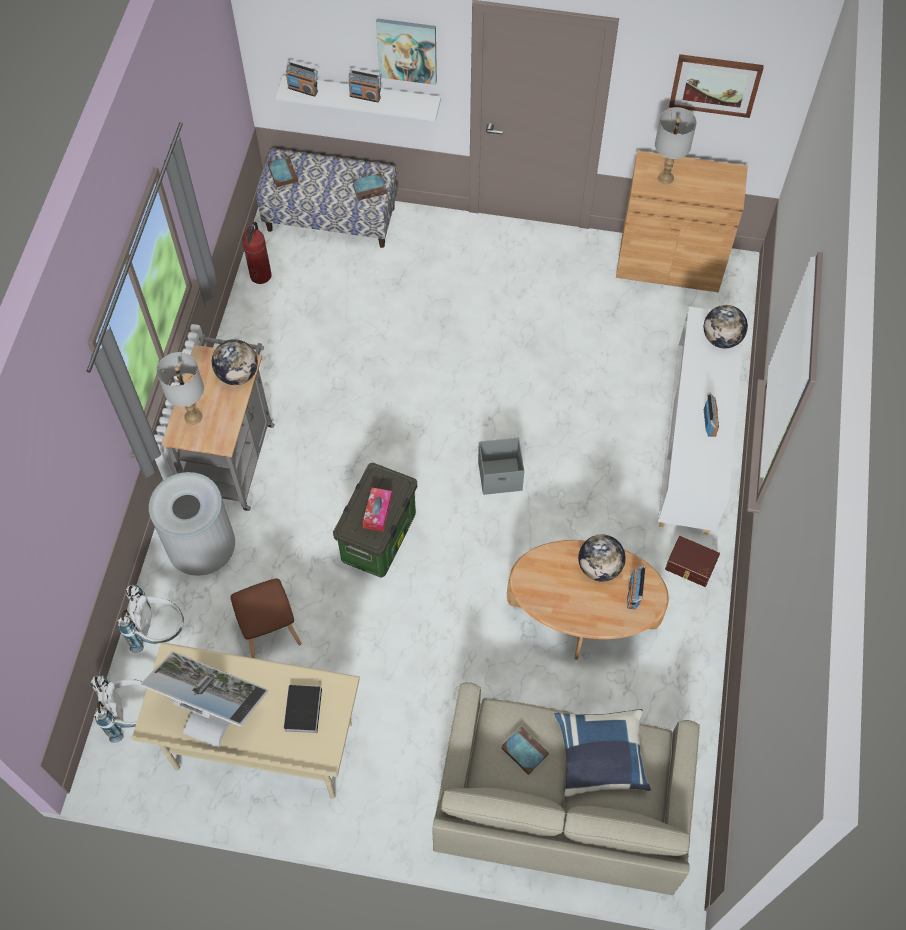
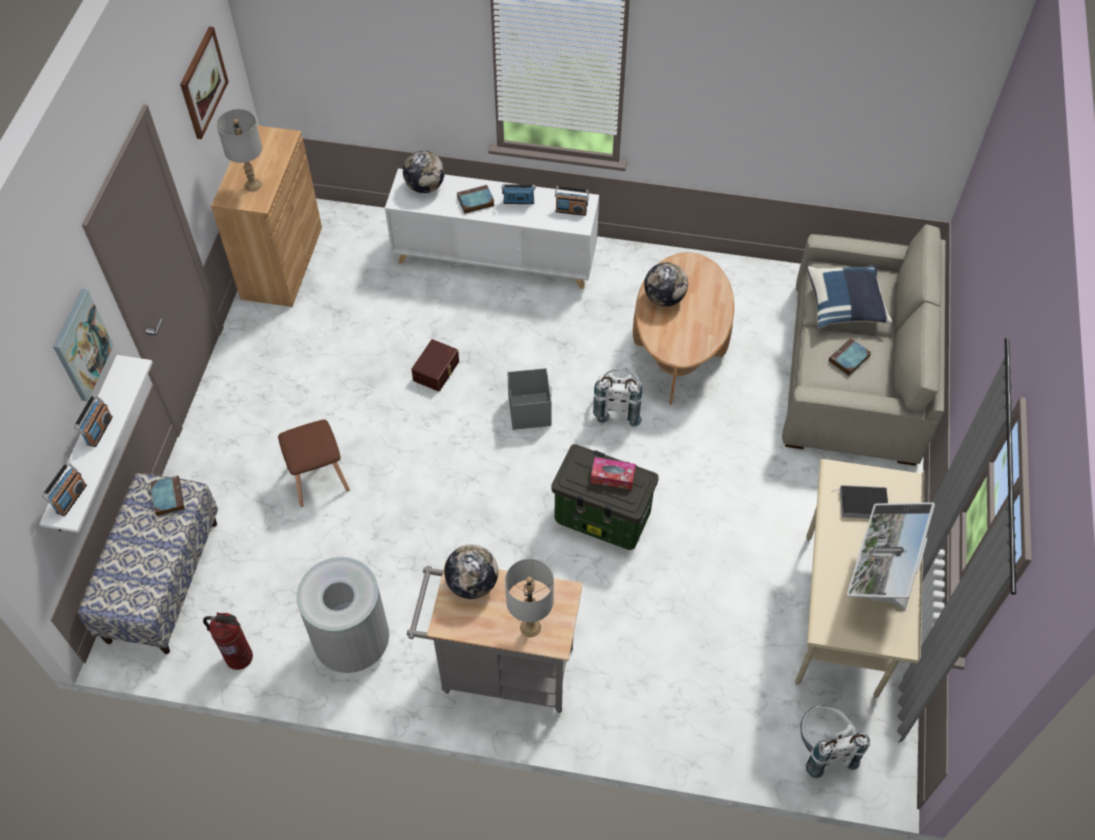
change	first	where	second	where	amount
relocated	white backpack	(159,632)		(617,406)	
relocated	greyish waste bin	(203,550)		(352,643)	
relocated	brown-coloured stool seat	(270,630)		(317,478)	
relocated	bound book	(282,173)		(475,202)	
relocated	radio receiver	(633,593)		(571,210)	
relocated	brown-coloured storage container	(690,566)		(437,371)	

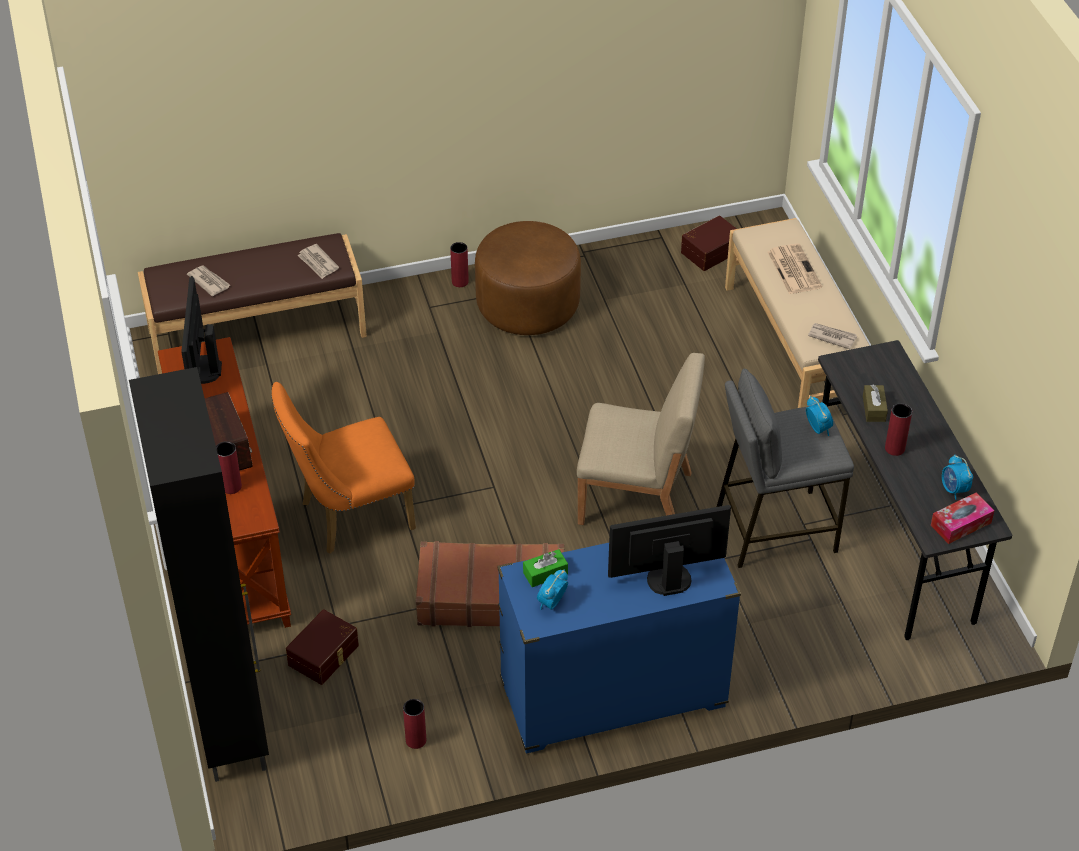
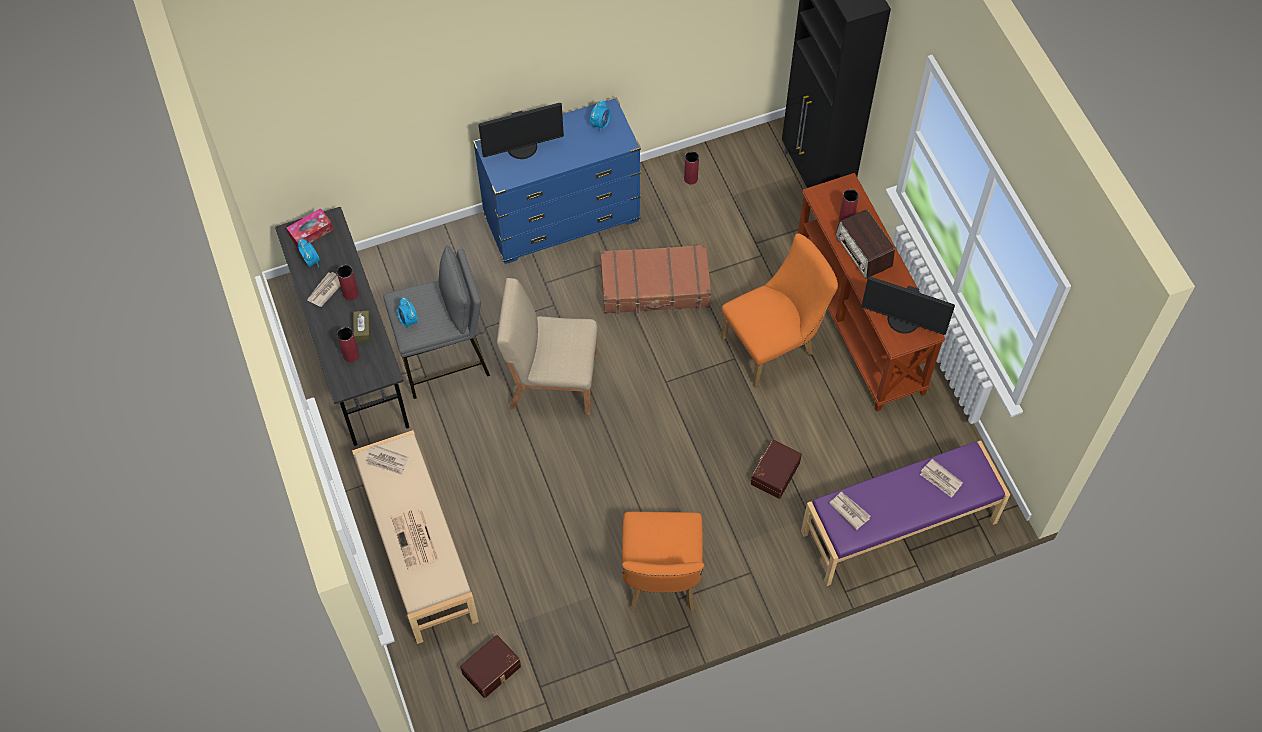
change	first	where	second	where	amount
missing	green-coloured tissue holder	(545,573)			
appeared			daily paper	(325,290)	
relocated	brown-coloured storage container	(325,655)		(774,473)	
relocated	red-coloured vase	(460,282)		(351,355)	
exchanged	brown-coloured ottoman	(528,305)	orange upright chair	(661,582)	
colour	brown-coloured bench	(257,332)	purple-coloured bench	(899,528)	
spun	monitor	(201,370)		(903,321)	120 degrees clockwise

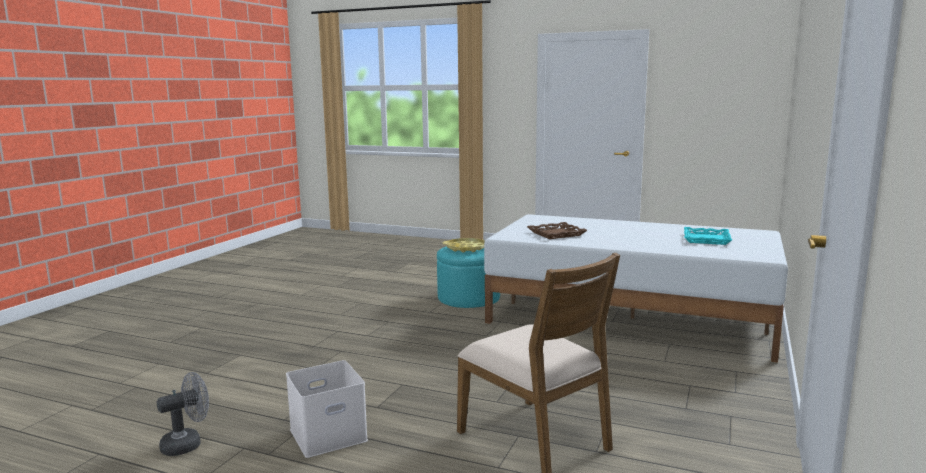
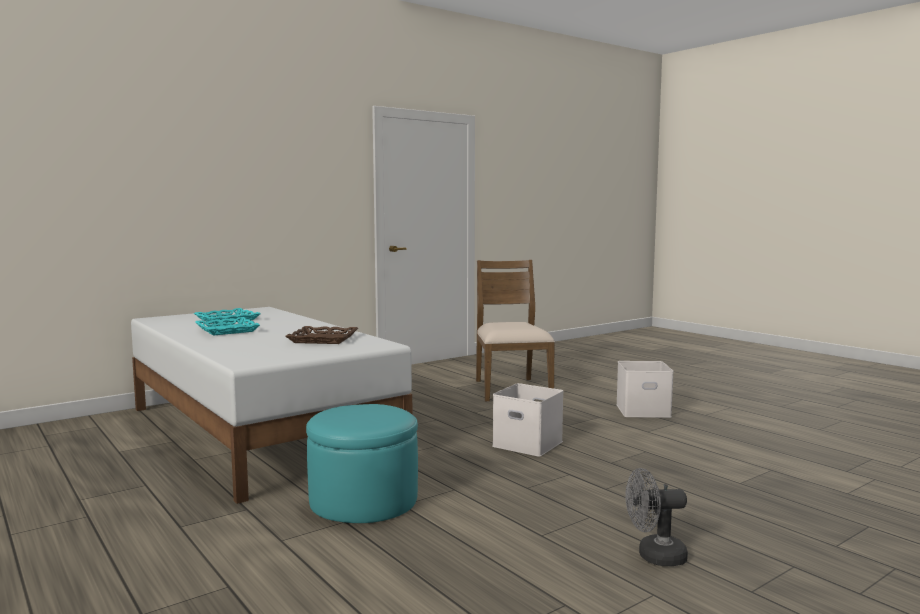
change	first	where	second	where	amount
missing	yellowish tray	(466,248)			
appeared			turquoise-coloured tray	(226,330)	
appeared			white storage container	(529,444)	
relocated	greyish cooling fan	(188,444)		(654,556)	

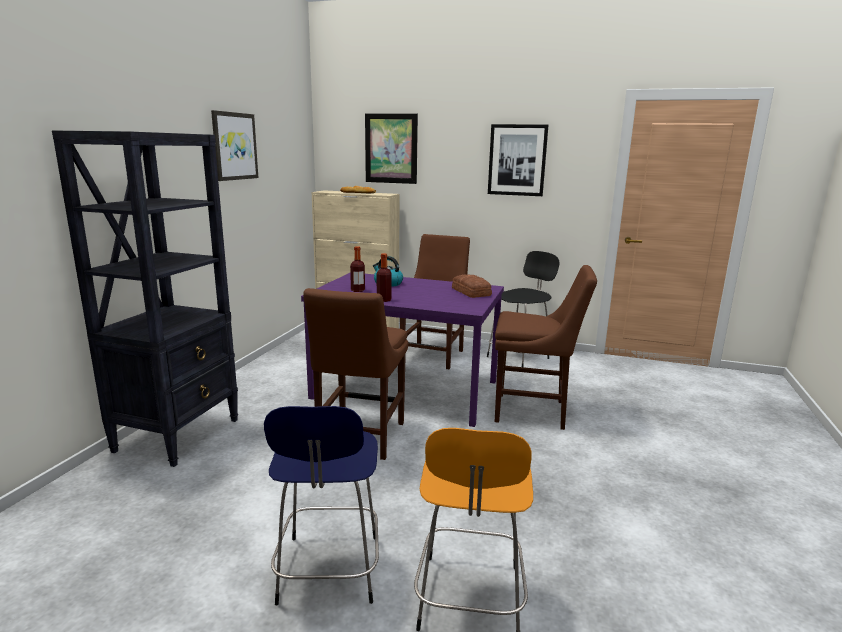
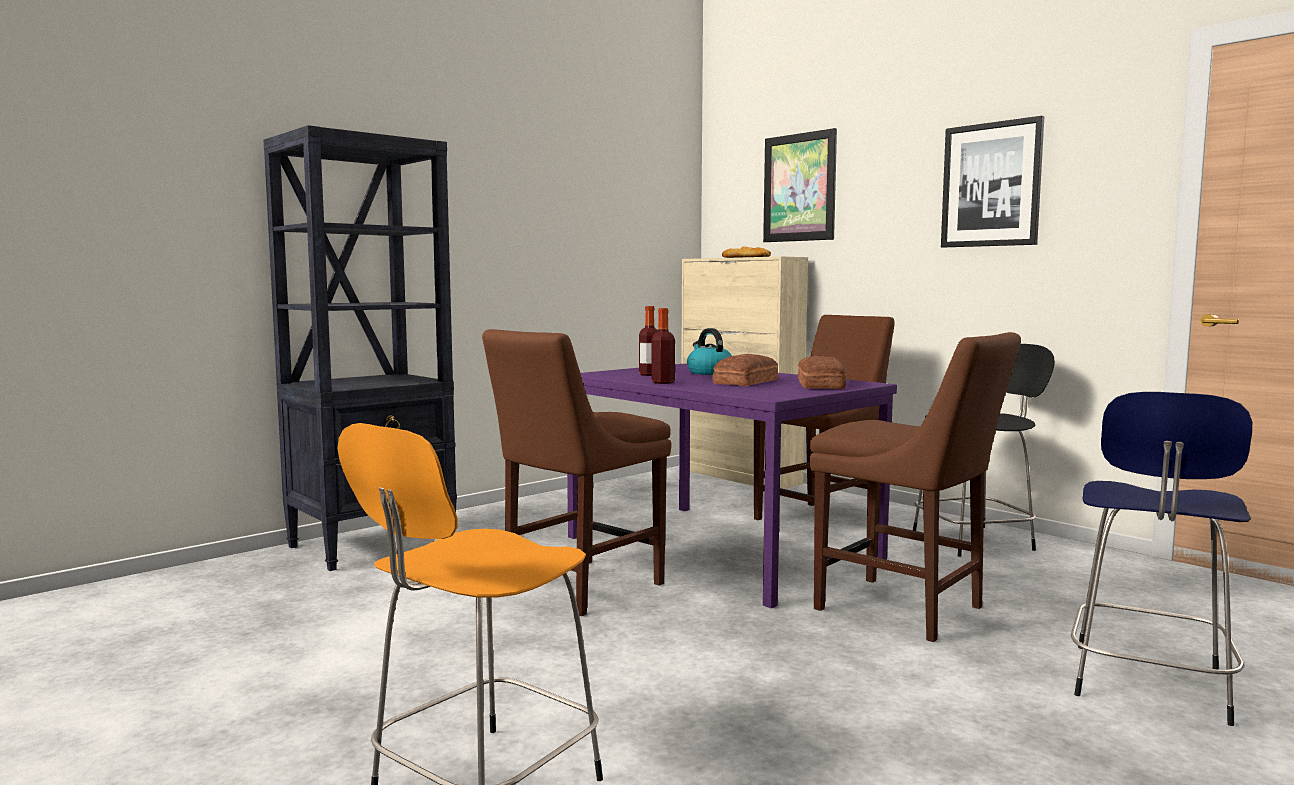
change	first	where	second	where	amount
missing	wall art	(234,146)			
appeared			bread	(747,382)	
relocated	blue stool seat	(329,572)		(1148,685)	

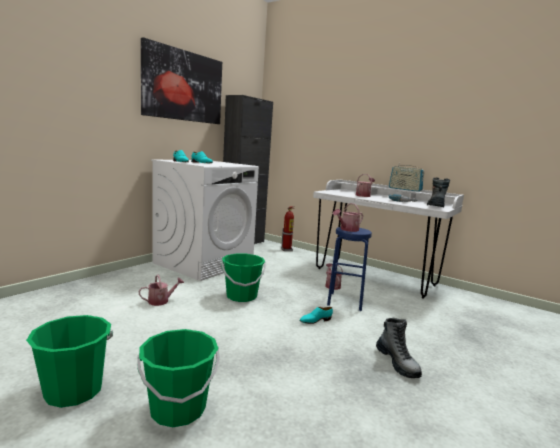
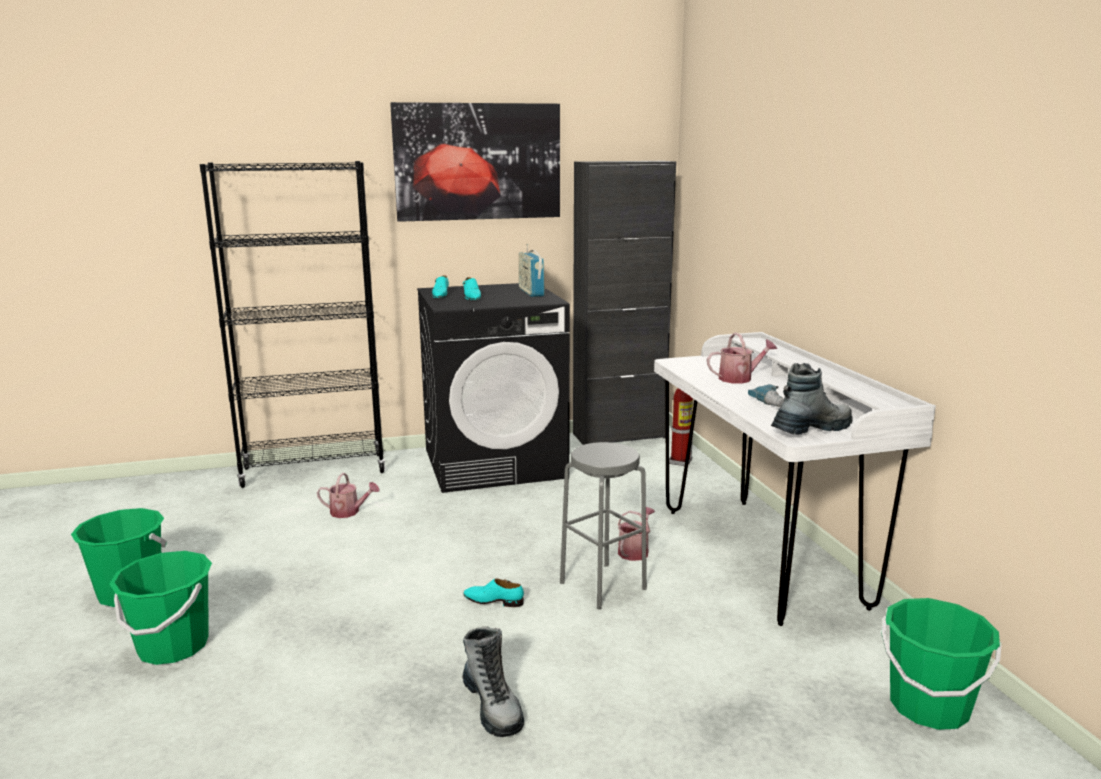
change	first	where	second	where	amount
missing	sprinkling can	(347,229)			
appeared			black shelving unit	(314,470)	
relocated	green-coloured bucket	(241,296)		(928,707)	
relocated	radio receiver	(405,189)		(531,292)	
colour	white washing machine	(204,263)	black washing machine	(495,463)	
colour	blue stool seat	(345,301)	greyish stool seat	(602,585)	
spun	boot	(397,363)		(492,706)	45 degrees counterclockwise

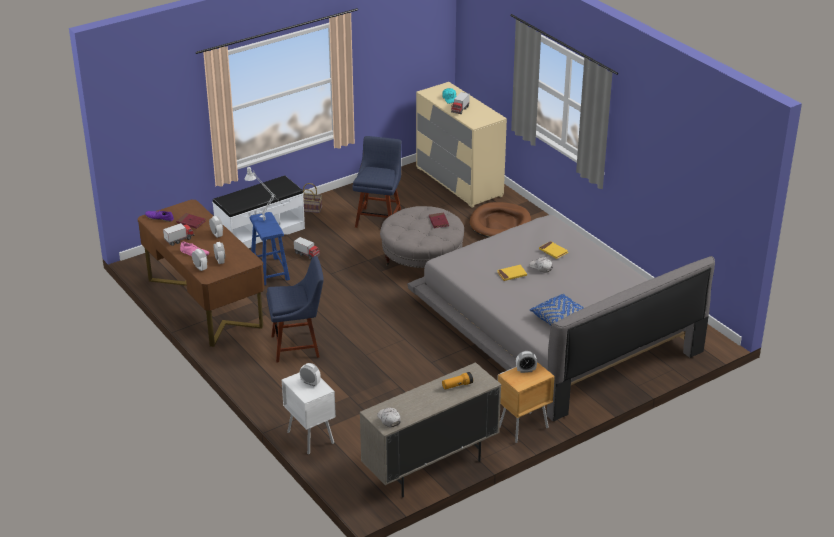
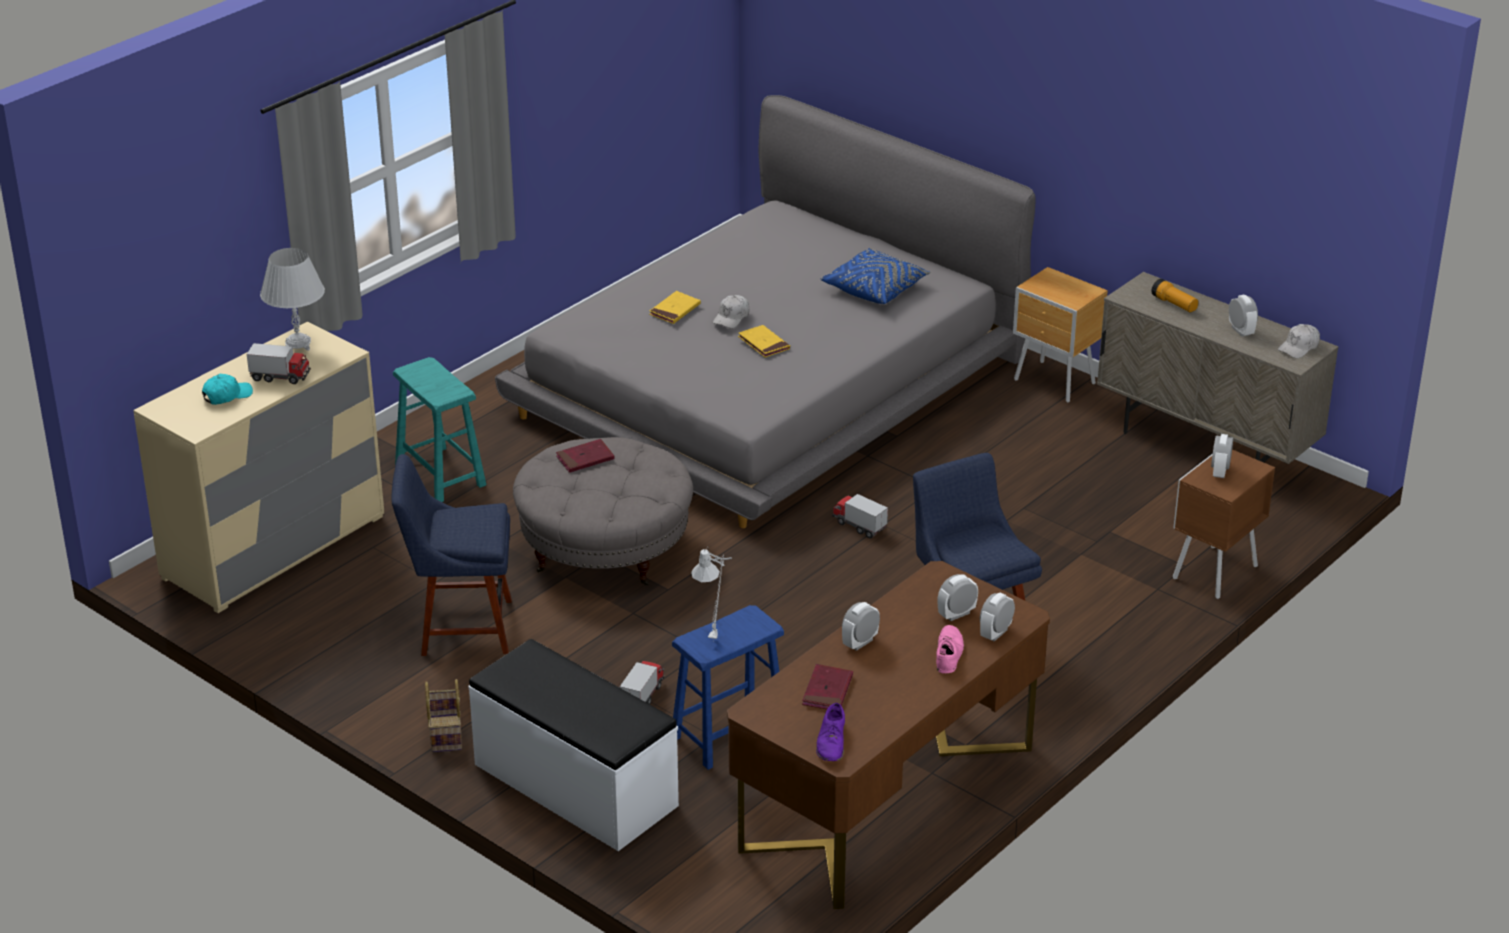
change	first	where	second	where	amount
appeared			white tabletop lamp	(298,345)	
relocated	model truck	(179,240)		(859,526)	
relocated	bedside clock	(525,370)		(1240,331)	
exchanged	brown-coloured dog cushion	(500,224)	turquoise-coloured stool seat	(440,475)	
colour	white night table	(310,437)	brown-coloured night table	(1212,573)	

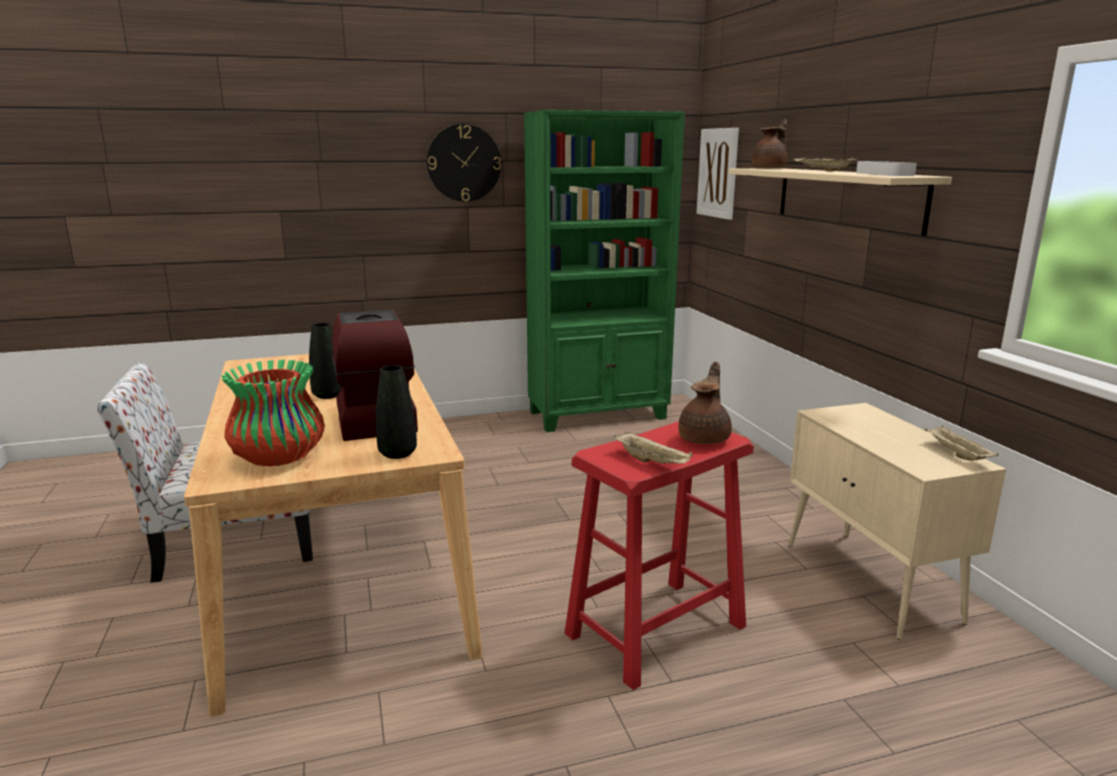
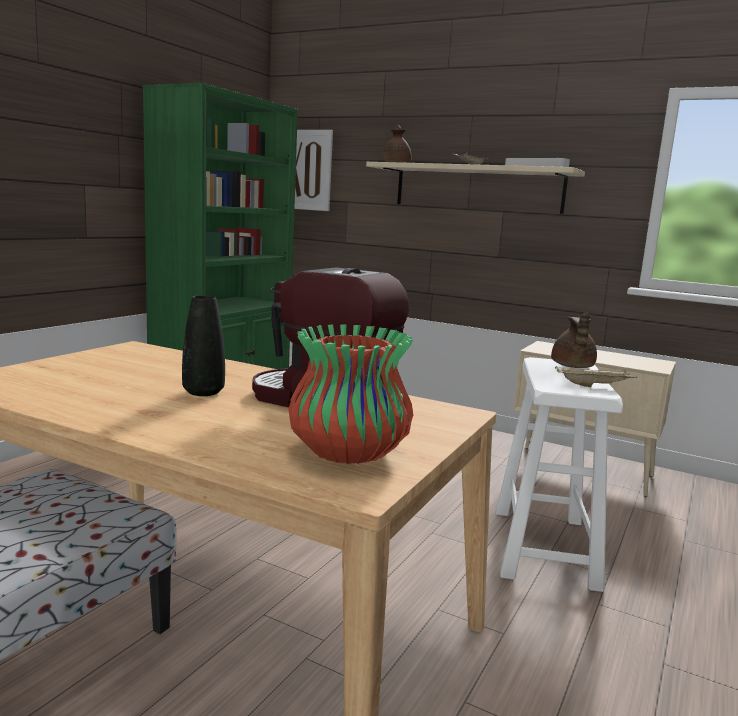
change	first	where	second	where	amount
missing	black vase	(397,453)			
missing	clock on the wall	(464,163)			
missing	beige-coloured tray	(956,454)			
colour	red-coloured stool seat	(657,630)	white stool seat	(544,547)	
spun	brown-coloured pot for tea	(705,438)		(572,366)	150 degrees counterclockwise

